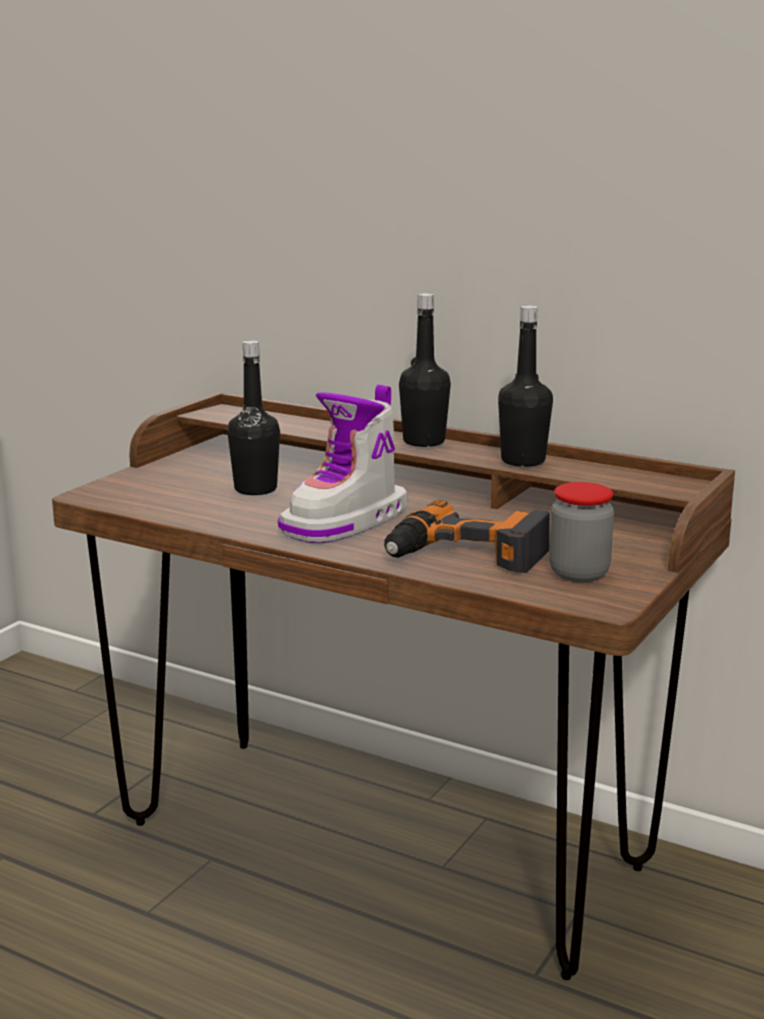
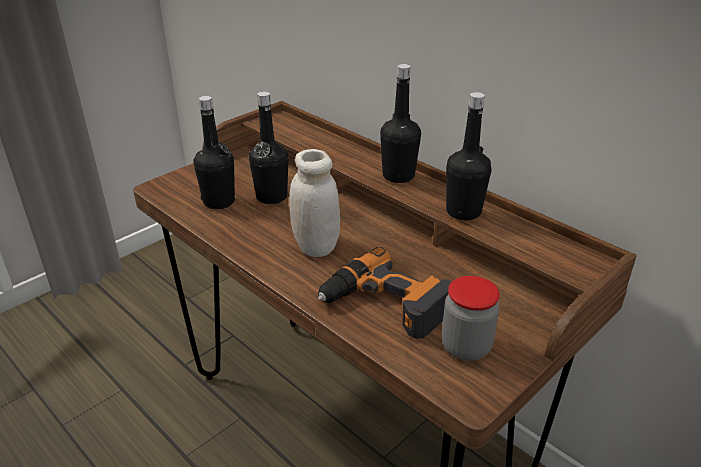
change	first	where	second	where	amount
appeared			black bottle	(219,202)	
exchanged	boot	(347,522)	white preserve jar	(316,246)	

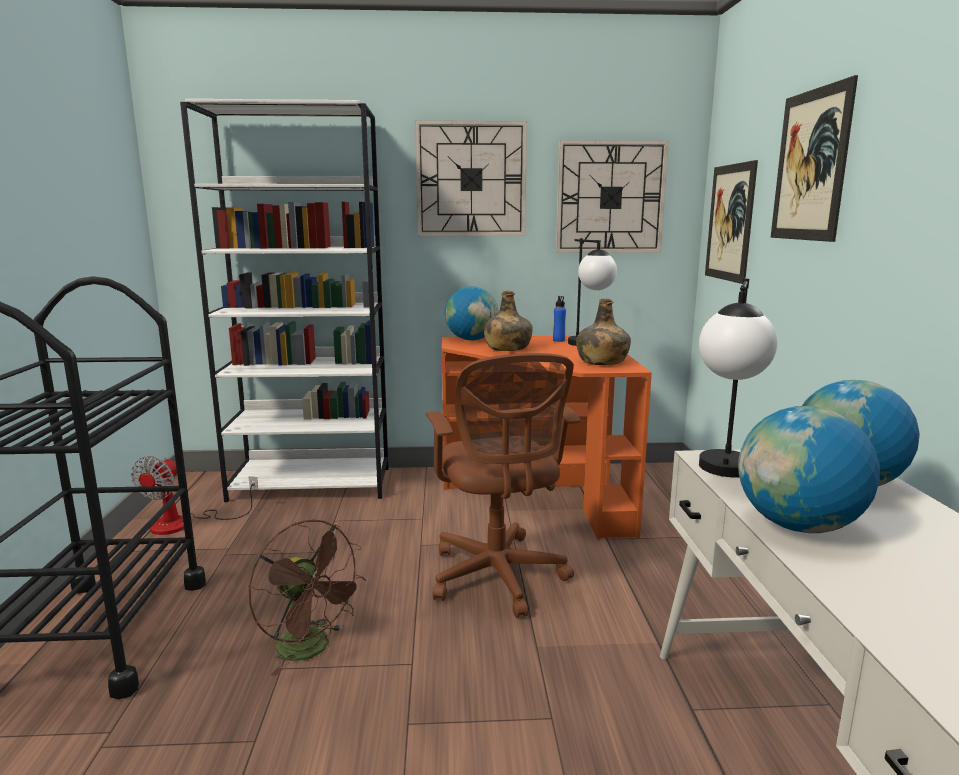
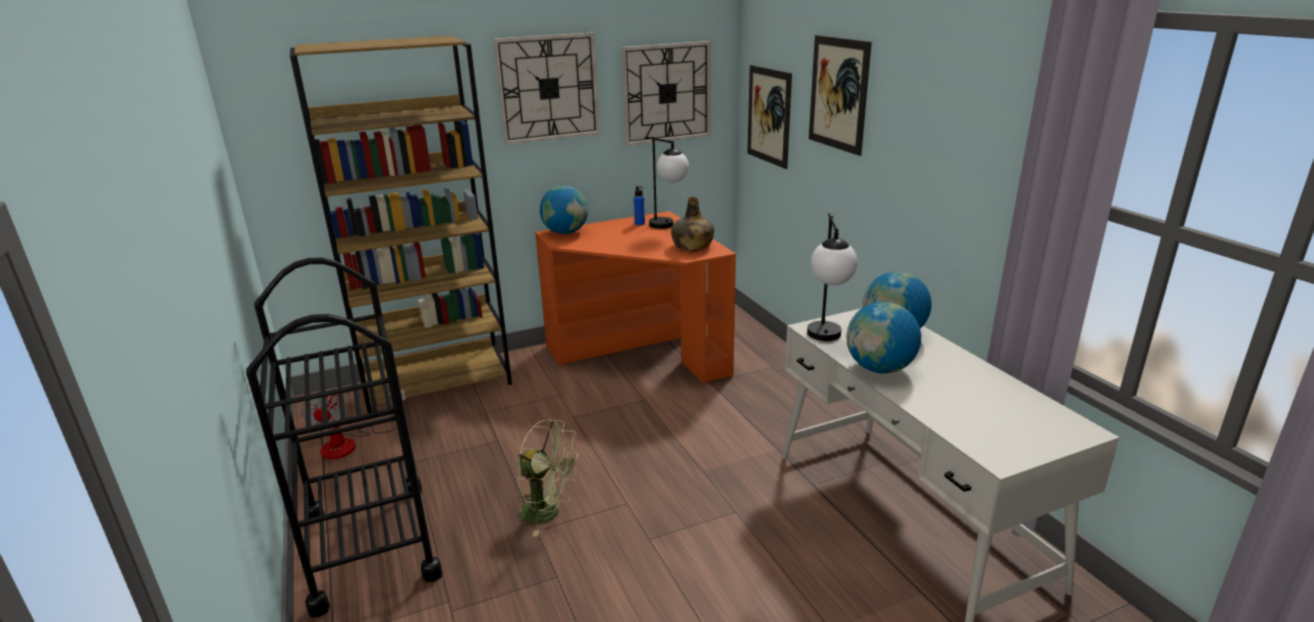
change	first	where	second	where	amount
missing	brown-coloured office chair	(498,578)			
missing	green-coloured bottle	(507,348)			
colour	white shelving unit	(312,484)	brown-coloured shelving unit	(438,383)	
colour	brown-coloured cooling fan	(312,649)	green-coloured cooling fan	(549,513)	

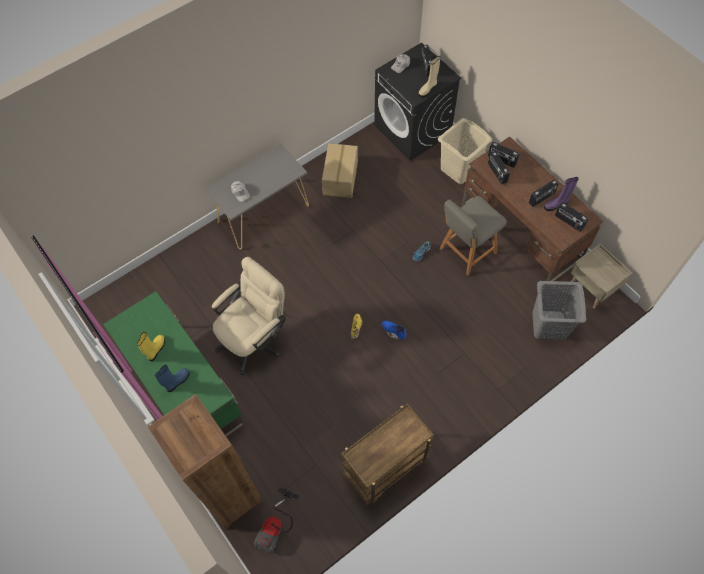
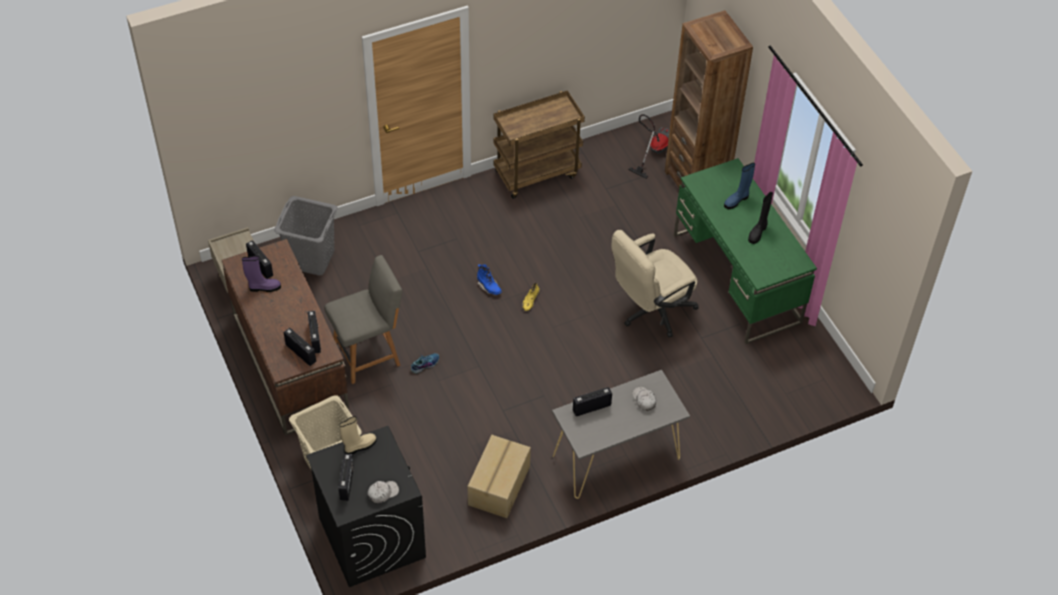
change	first	where	second	where	amount
relocated	radio receiver	(542,198)		(591,407)	
colour	yellowish boot	(156,349)	black boot	(758,232)	

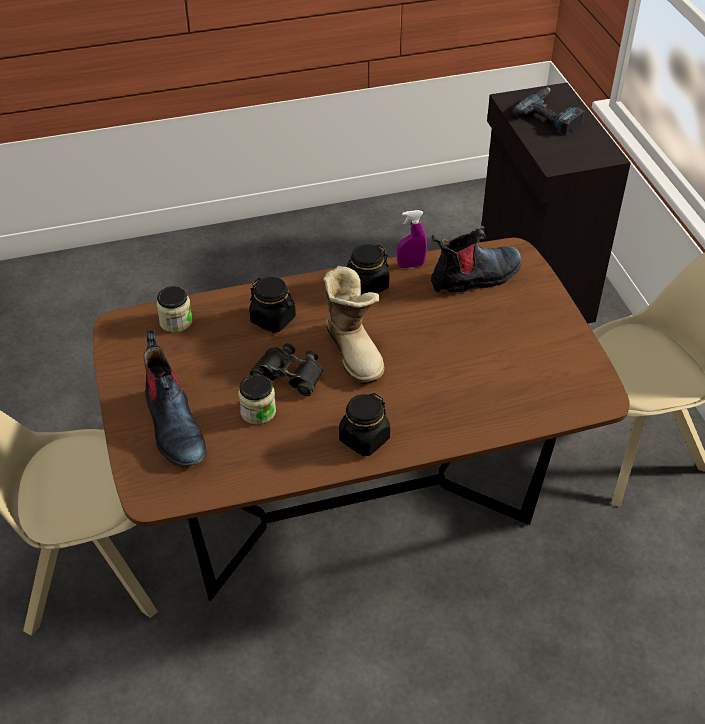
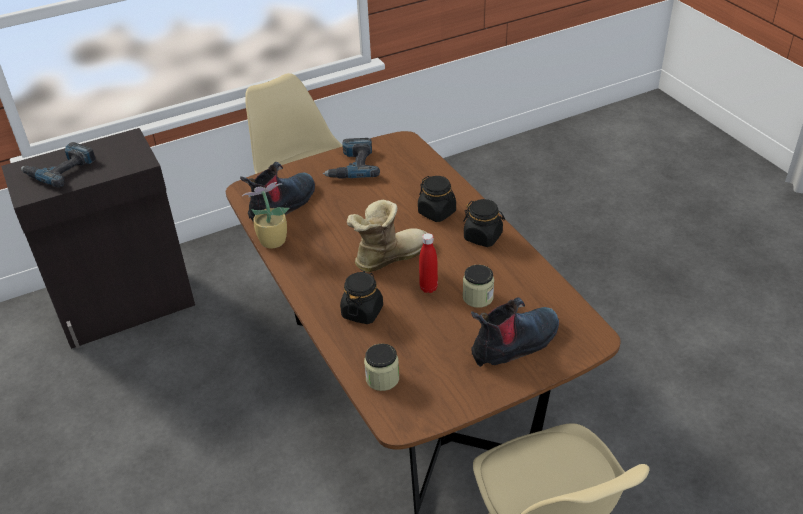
change	first	where	second	where	amount
appeared			drill	(352,165)	
relocated	black preserve jar	(366,286)		(437,212)	
exchanged	black field glasses	(289,374)	red-coloured bottle	(428,288)	
exchanged	purple-coloured sprayer	(411,265)	potted plant	(271,241)	
spun	boot	(475,278)		(283,205)	75 degrees clockwise

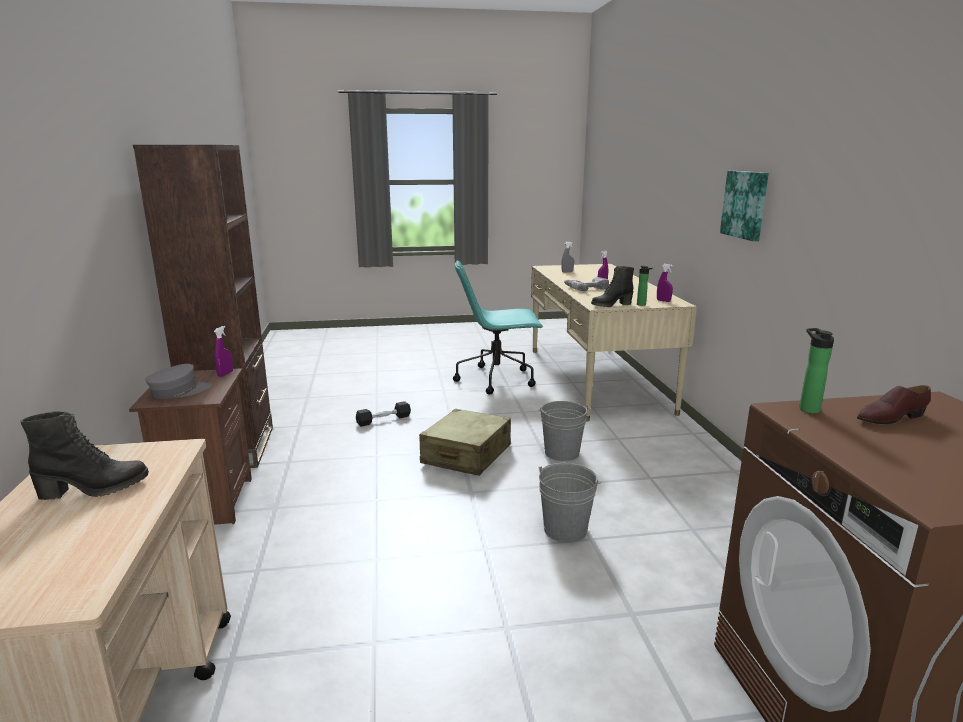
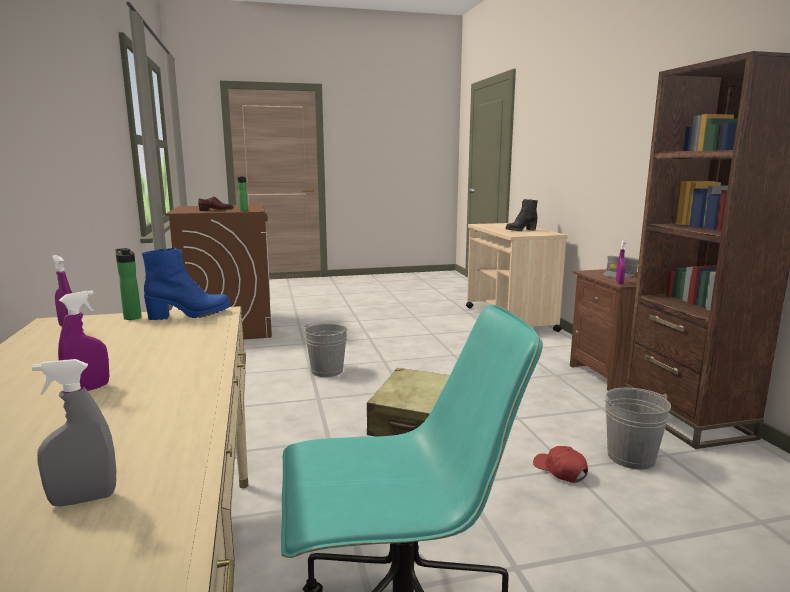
change	first	where	second	where	amount
missing	drill	(585,288)			
missing	wall art	(746,204)			
relocated	greyish bucket	(561,453)		(631,457)	
exchanged	black hand weight	(383,420)	red-coloured baseball cap	(560,470)	
colour	black boot	(611,305)	blue boot	(190,315)	

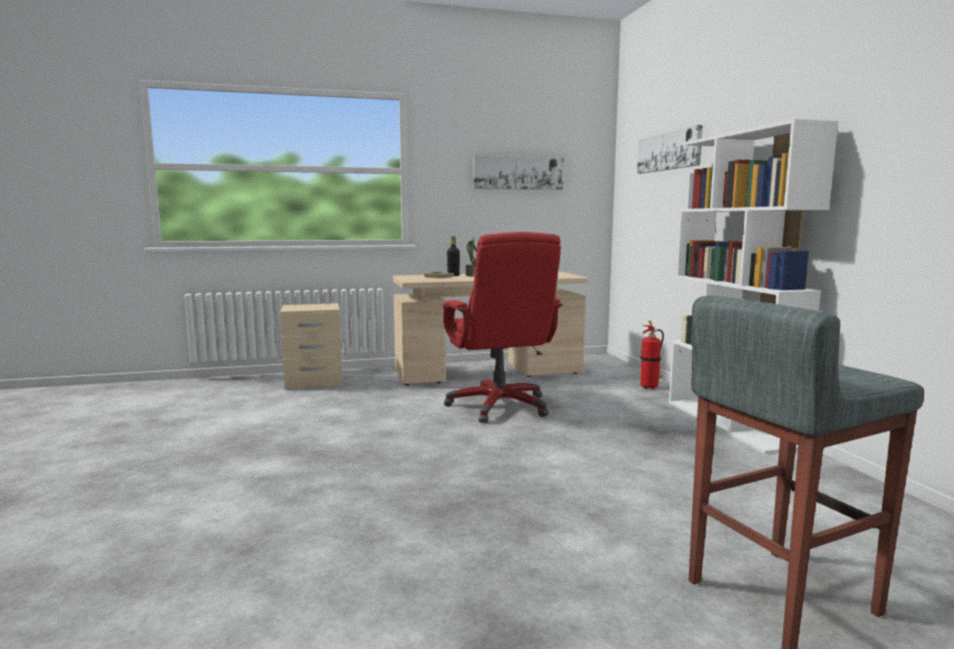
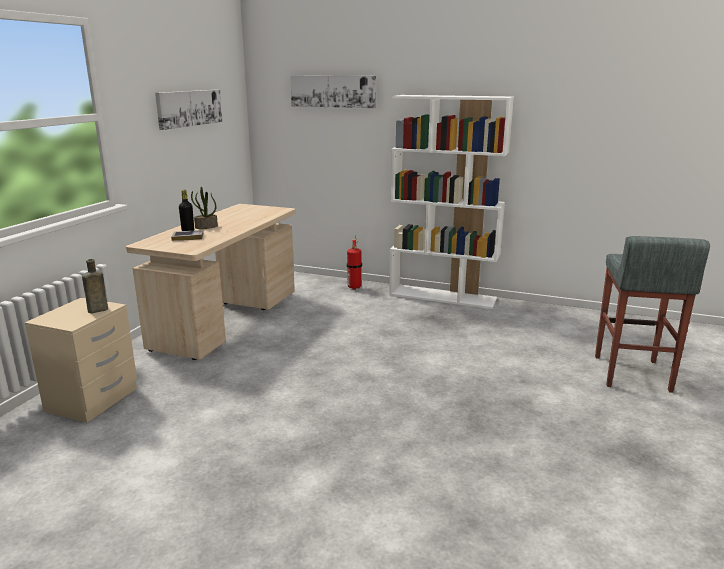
change	first	where	second	where	amount
missing	red-coloured office chair	(499,406)			
appeared			brown-coloured bottle	(96,310)	

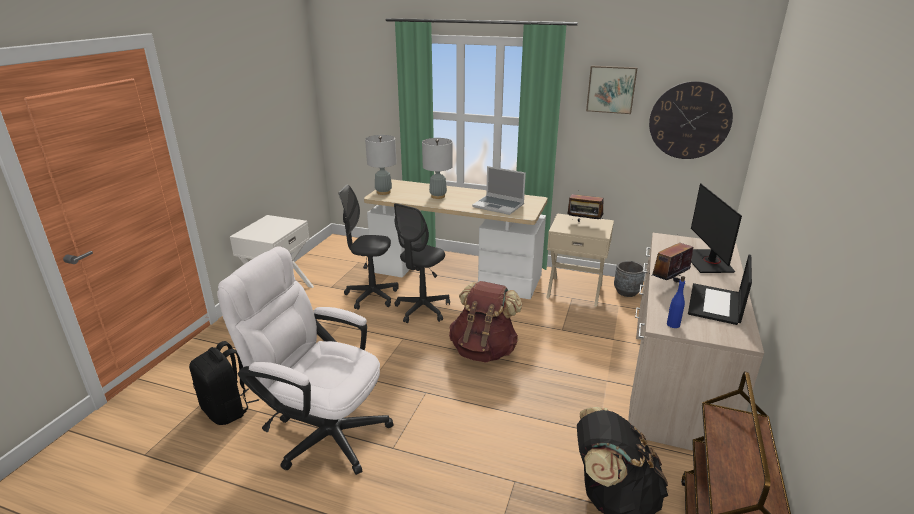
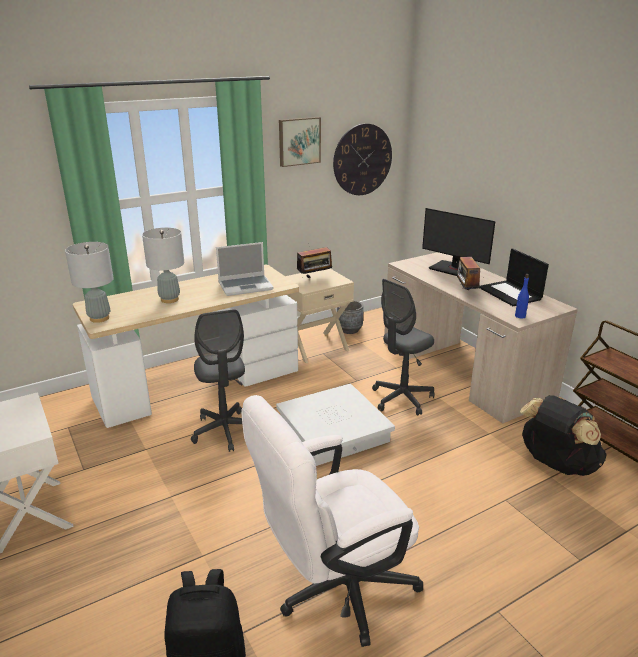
change	first	where	second	where	amount
relocated	greyish office chair	(371,296)		(402,399)	
exchanged	brown-coloured backpack	(484,350)	white storage container	(334,430)	

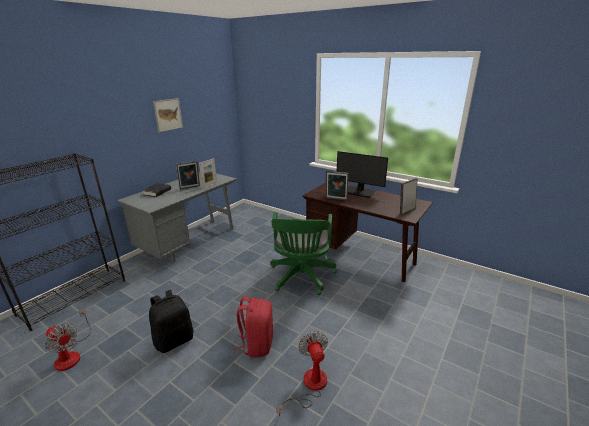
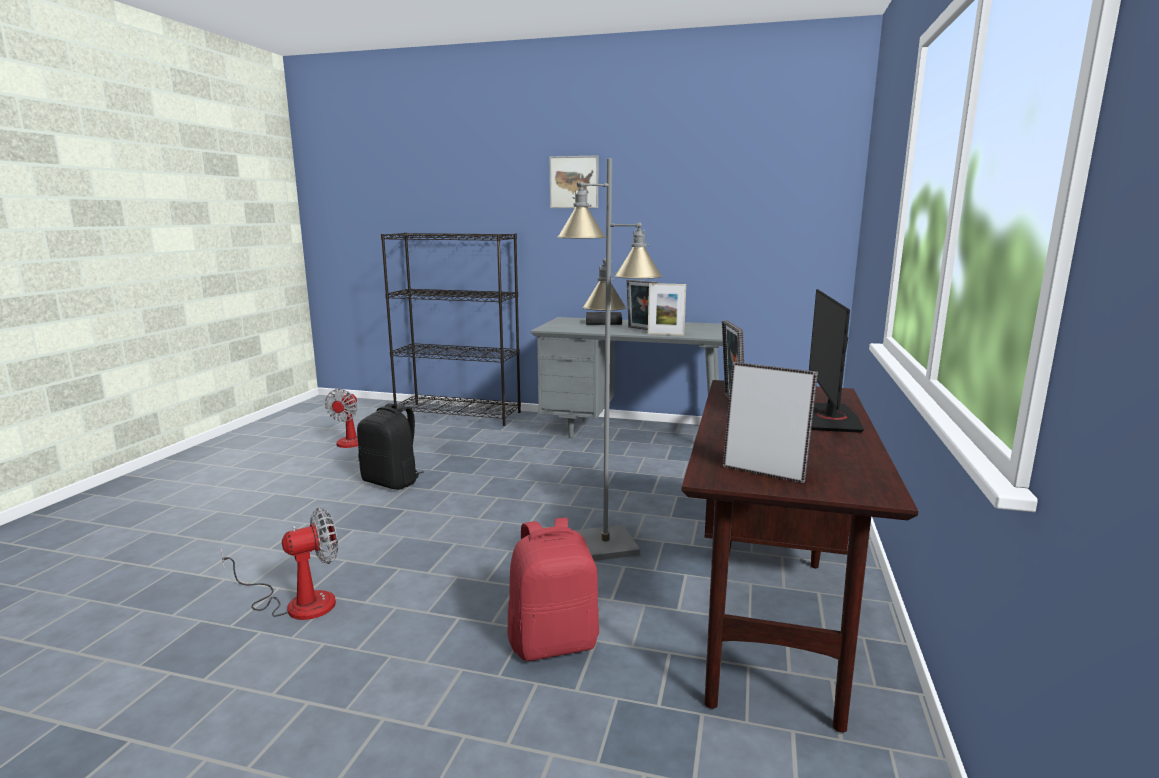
change	first	where	second	where	amount
relocated	wall art	(168,115)		(574,182)	
relocated	red-coloured backpack	(257,344)		(554,642)	
exchanged	green-coloured office chair	(301,278)	greyish standard lamp	(604,545)	

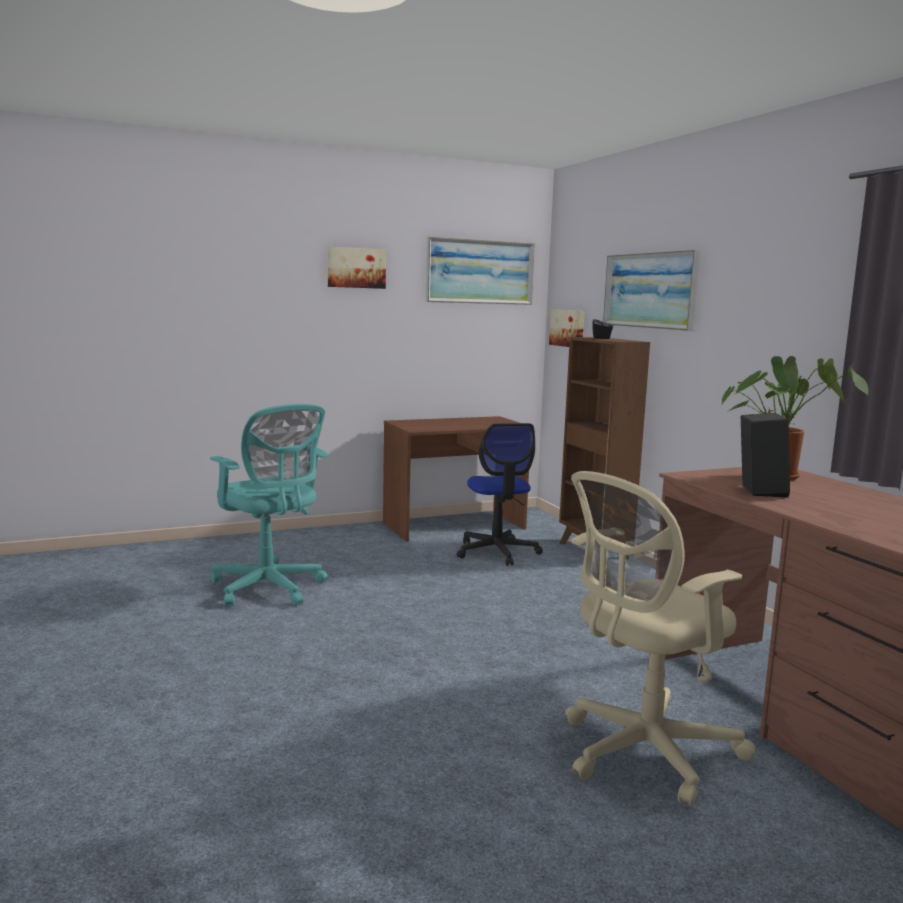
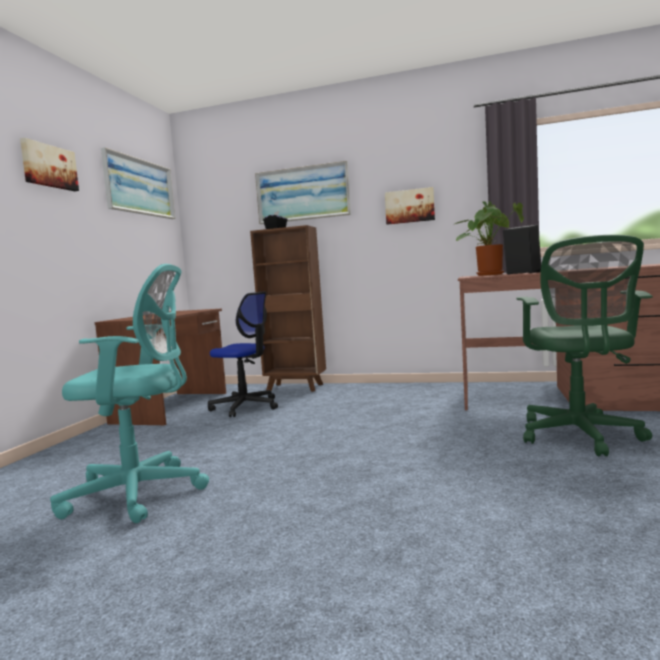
change	first	where	second	where	amount
relocated	wall art	(568,328)		(409,206)	
colour	beige-coloured office chair	(642,753)	green-coloured office chair	(580,436)	

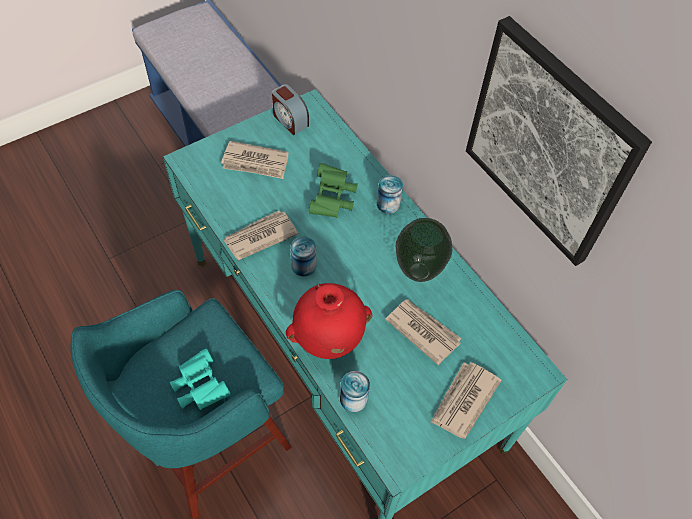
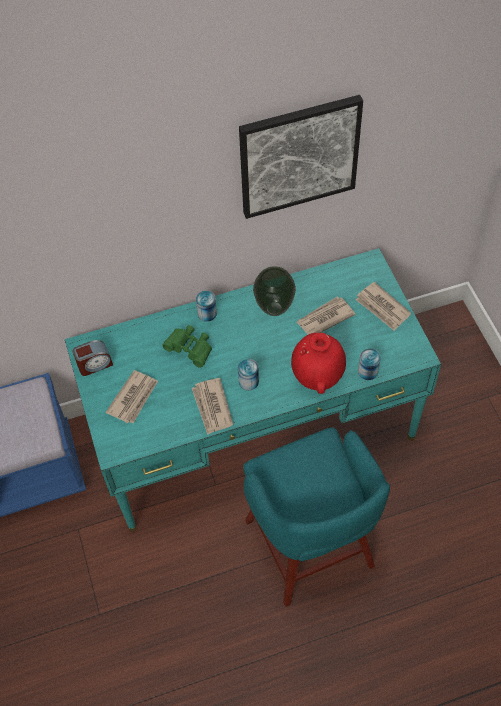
change	first	where	second	where	amount
missing	turquoise-coloured field glasses	(200,386)			

